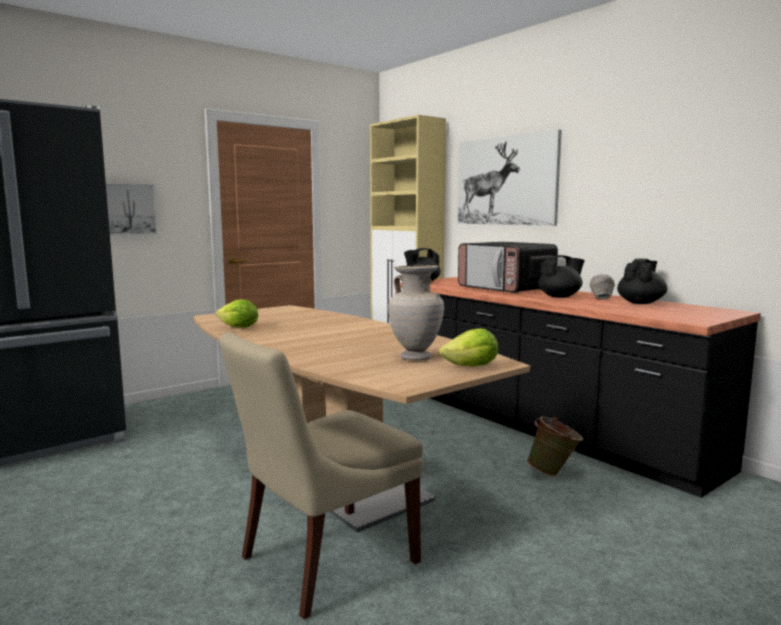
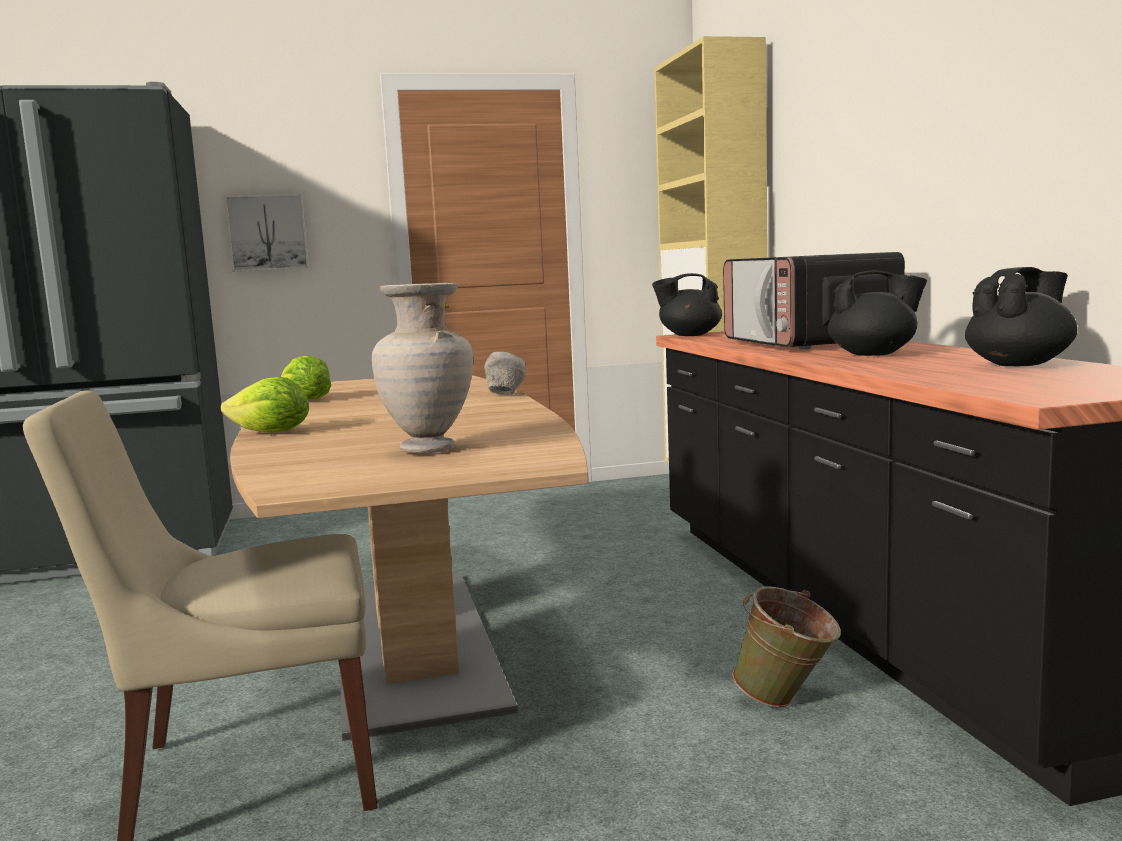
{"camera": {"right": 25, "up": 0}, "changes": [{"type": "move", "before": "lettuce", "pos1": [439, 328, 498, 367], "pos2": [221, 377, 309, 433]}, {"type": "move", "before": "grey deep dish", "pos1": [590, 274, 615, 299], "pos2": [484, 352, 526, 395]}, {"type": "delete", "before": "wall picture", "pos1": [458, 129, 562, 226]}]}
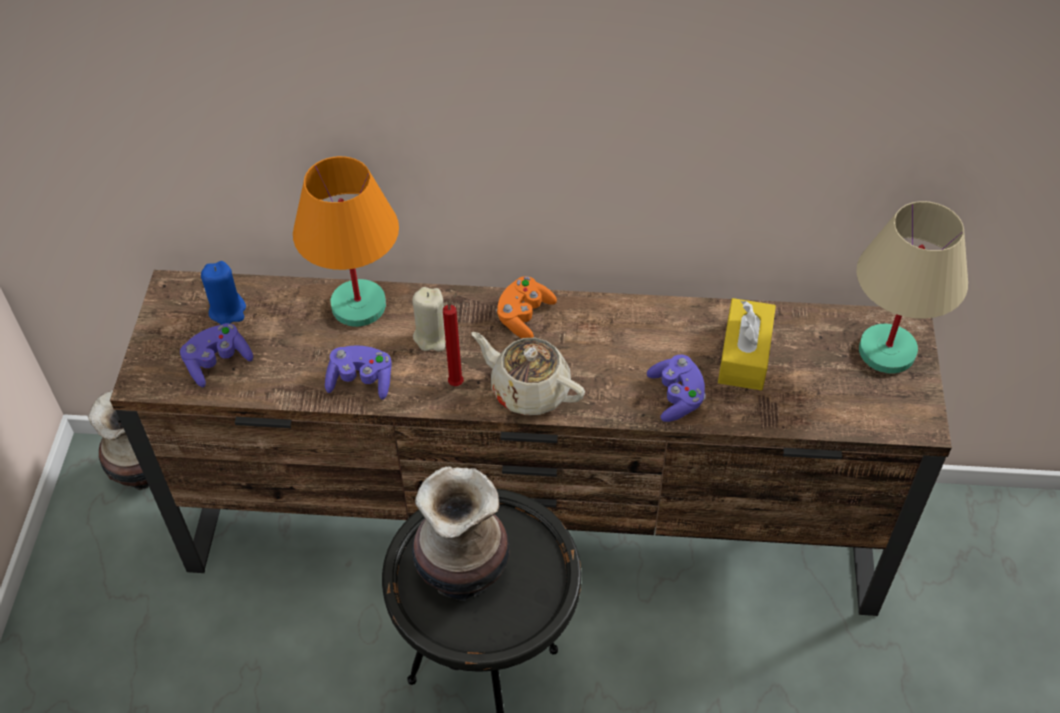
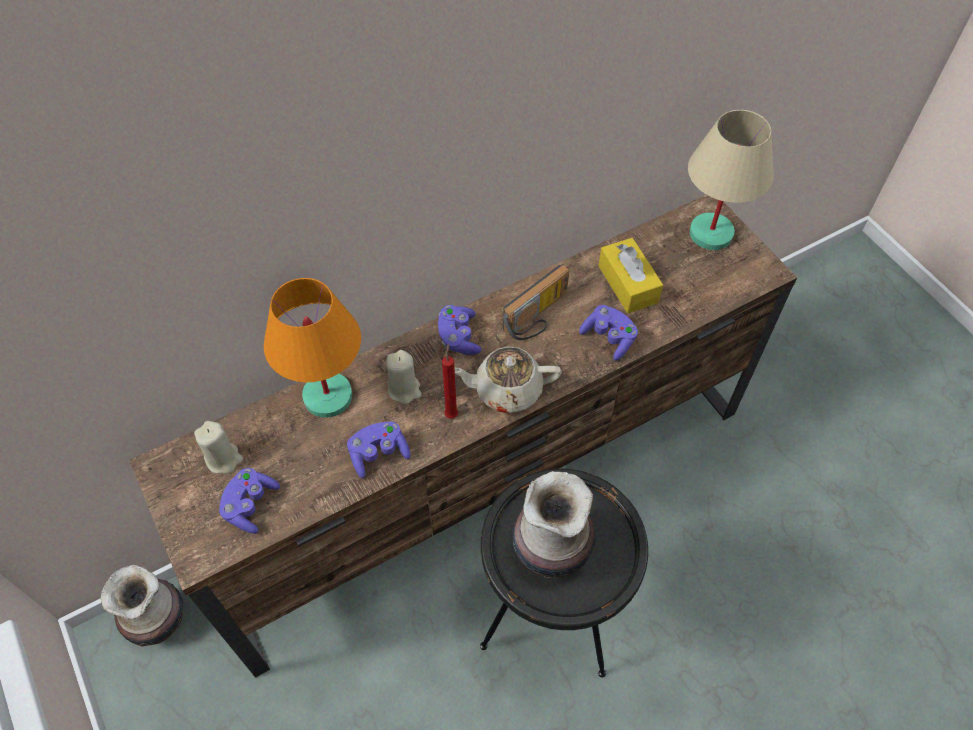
{"camera": {"right": -35, "up": 5}, "changes": [{"type": "recolor", "before": "bluish wax candle", "after": "beige wax candle", "pos1": [201, 261, 246, 325], "pos2": [194, 421, 243, 474]}, {"type": "recolor", "before": "orangey game controller", "after": "purple game controller", "pos1": [496, 276, 557, 338], "pos2": [438, 305, 481, 355]}, {"type": "insert", "after": "radio set", "pos2": [503, 264, 569, 340]}]}
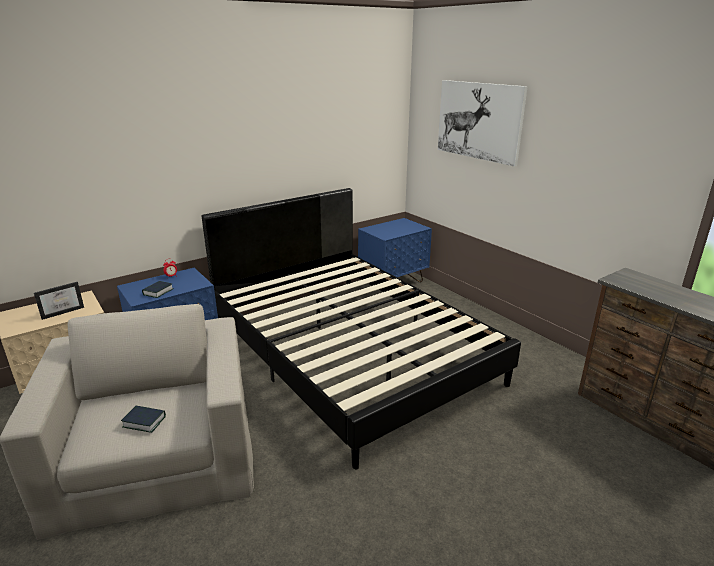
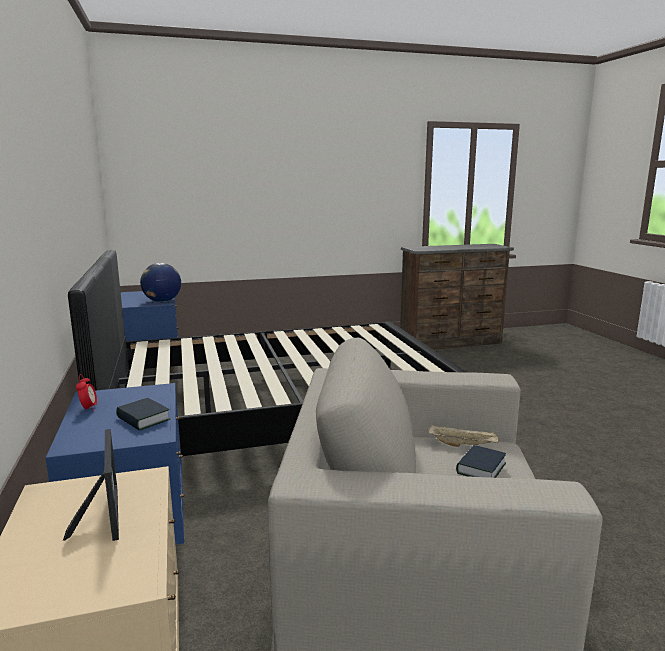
{"camera": {"right": -70, "up": -10}, "changes": [{"type": "insert", "after": "world globe", "pos2": [140, 263, 181, 302]}, {"type": "insert", "after": "beige carrying tray", "pos2": [428, 425, 499, 447]}, {"type": "delete", "before": "wall picture", "pos1": [438, 80, 528, 167]}]}
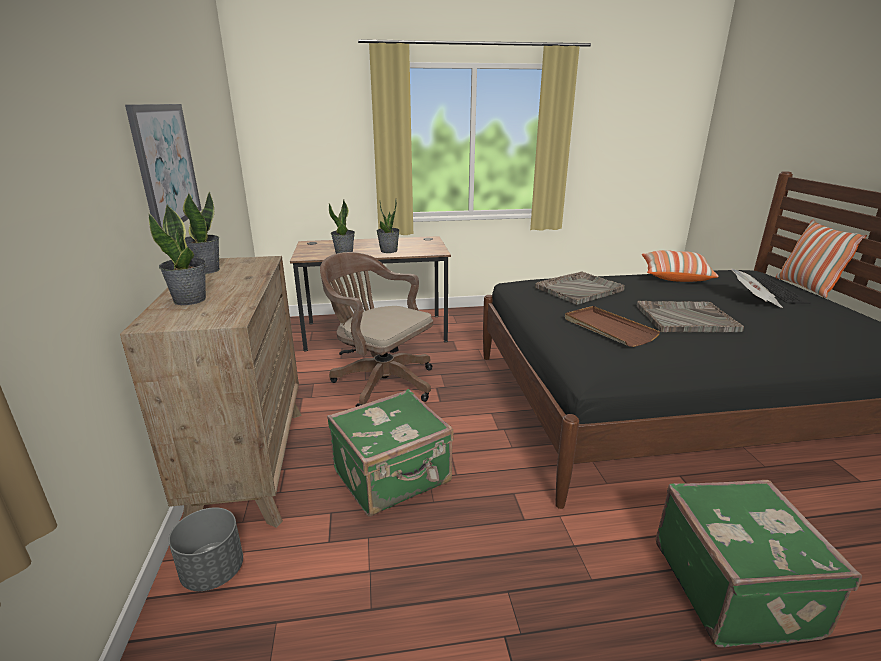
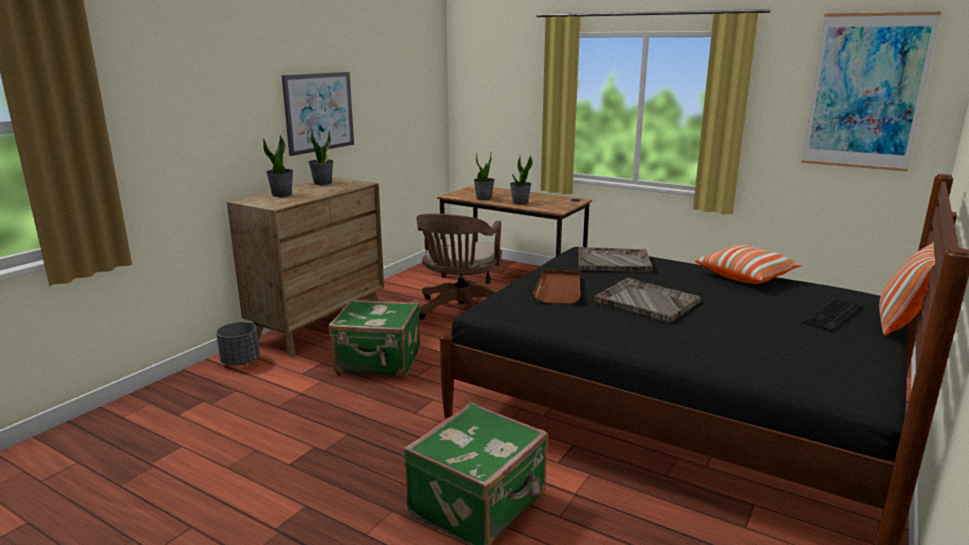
{"camera": {"right": 40, "up": -5}, "changes": [{"type": "rotate", "before": "brown-coloured desk chair", "pos1": [320, 252, 433, 407], "pos2": [416, 213, 502, 320], "turn": -150}, {"type": "insert", "after": "wall picture", "pos2": [801, 12, 941, 172]}, {"type": "delete", "before": "daily paper", "pos1": [730, 268, 783, 308]}]}
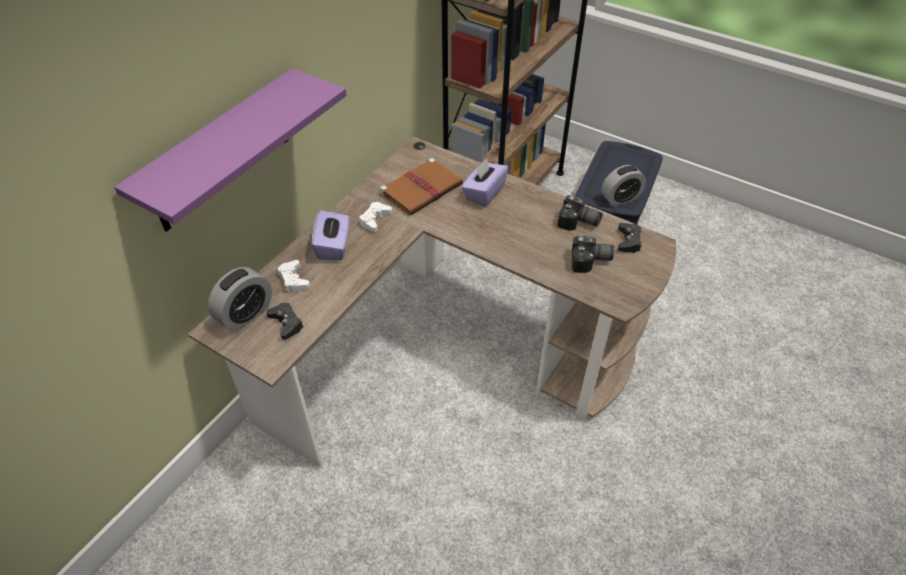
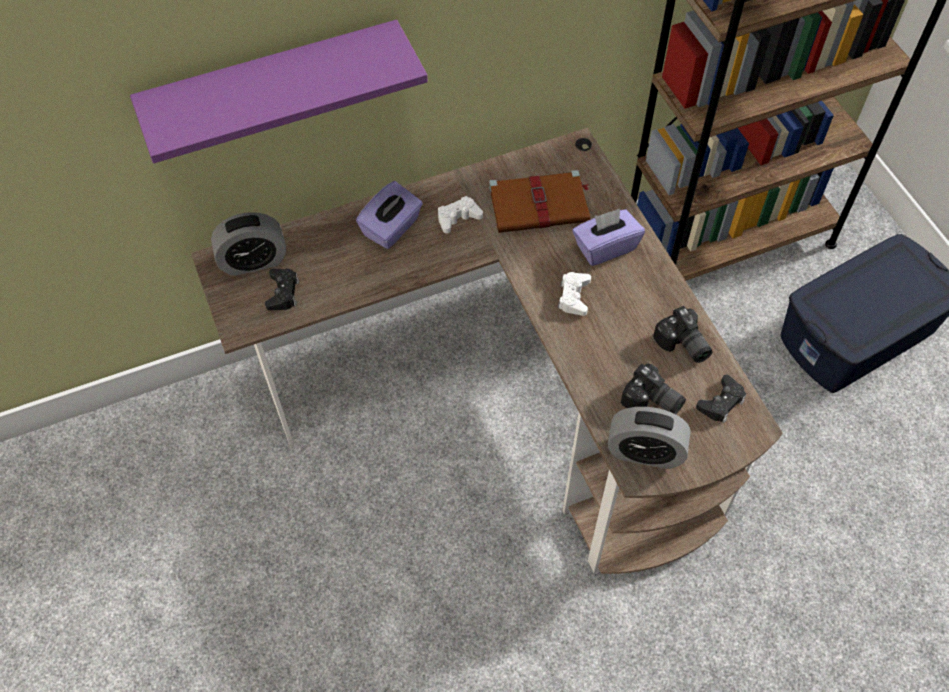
{"camera": {"right": 35, "up": 10}, "changes": [{"type": "move", "before": "whitish game controller", "pos1": [278, 260, 310, 293], "pos2": [558, 272, 591, 316]}, {"type": "move", "before": "bedside clock", "pos1": [601, 165, 646, 206], "pos2": [608, 407, 691, 469]}]}
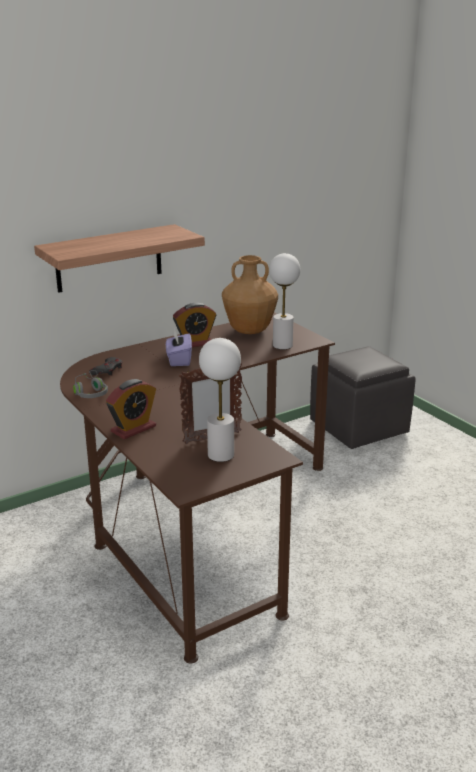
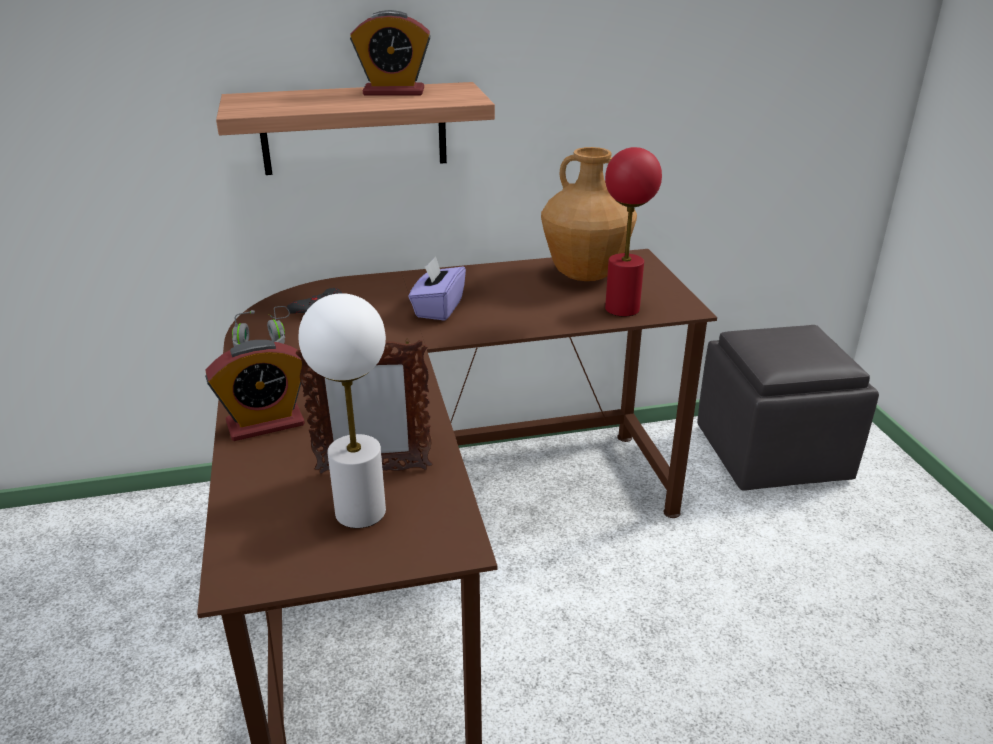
{"camera": {"right": 20, "up": 5}, "changes": [{"type": "move", "before": "bedside clock", "pos1": [173, 303, 216, 347], "pos2": [350, 10, 431, 96]}, {"type": "recolor", "before": "whitish table lamp", "after": "red-coloured table lamp", "pos1": [269, 253, 300, 349], "pos2": [605, 147, 662, 317]}]}
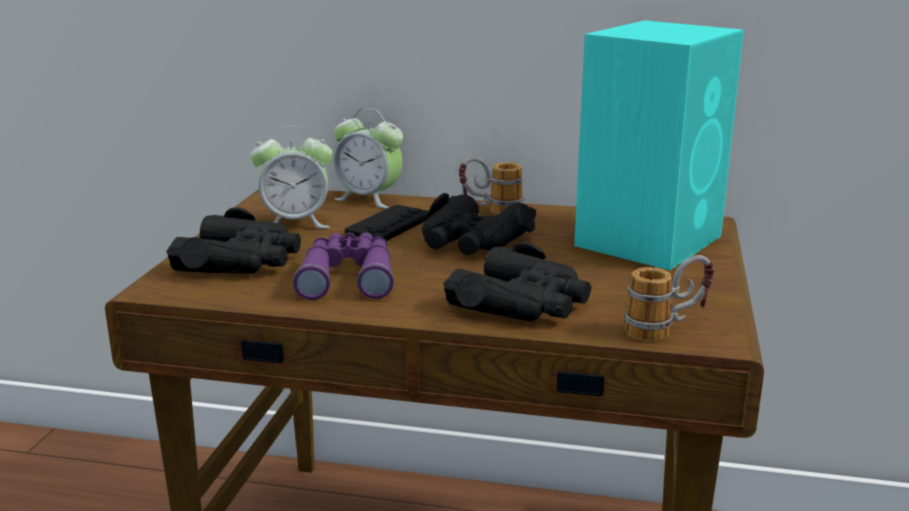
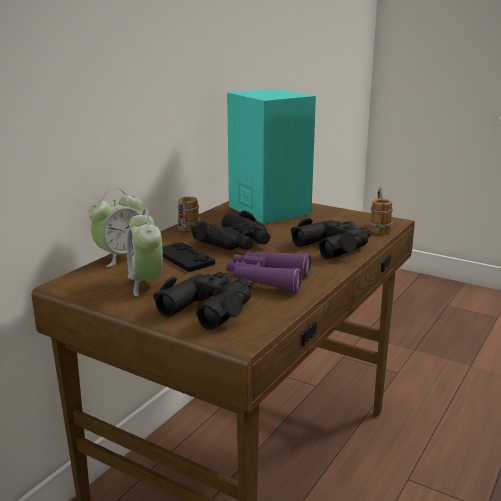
{"camera": {"right": -70, "up": 0}, "changes": [{"type": "rotate", "before": "bedside clock", "pos1": [250, 126, 333, 228], "pos2": [127, 209, 163, 296], "turn": 150}]}
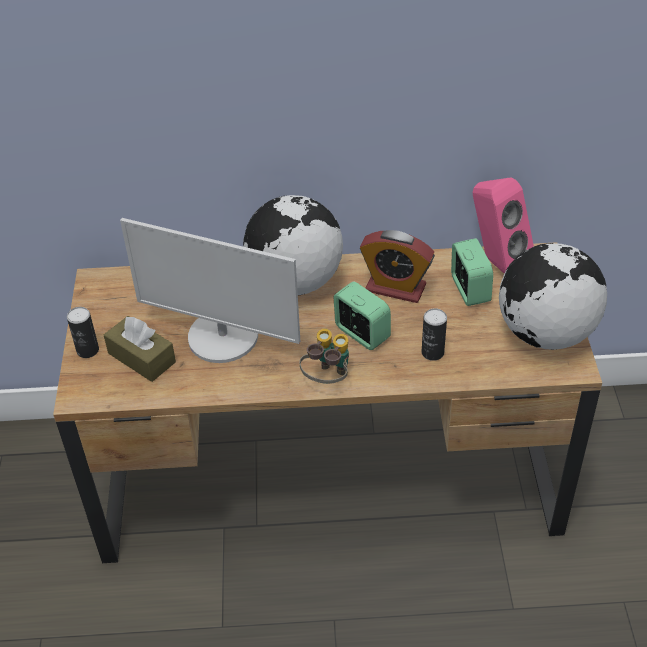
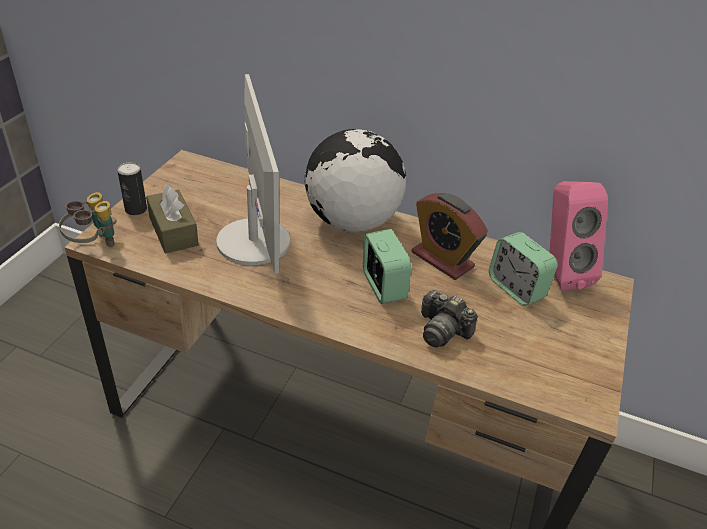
{"camera": {"right": 20, "up": -5}, "changes": [{"type": "move", "before": "field glasses", "pos1": [300, 328, 349, 384], "pos2": [59, 192, 117, 247]}, {"type": "rotate", "before": "monitor", "pos1": [120, 218, 300, 363], "pos2": [216, 74, 290, 274], "turn": -150}, {"type": "replace", "before": "metal can", "after": "photo camera", "pos1": [422, 308, 447, 361], "pos2": [421, 290, 478, 347]}, {"type": "rotate", "before": "bedside clock", "pos1": [451, 238, 493, 306], "pos2": [489, 232, 558, 306], "turn": 135}, {"type": "delete", "before": "world globe", "pos1": [499, 243, 607, 350]}]}
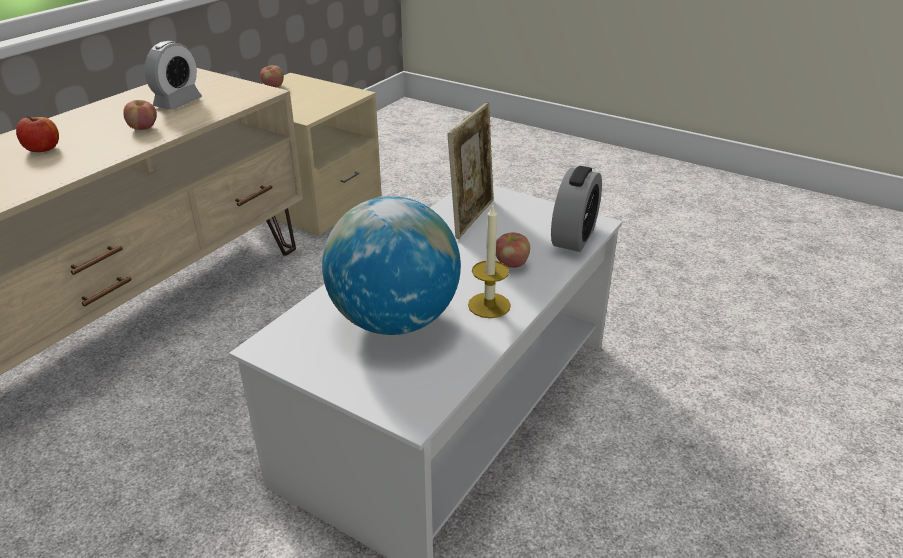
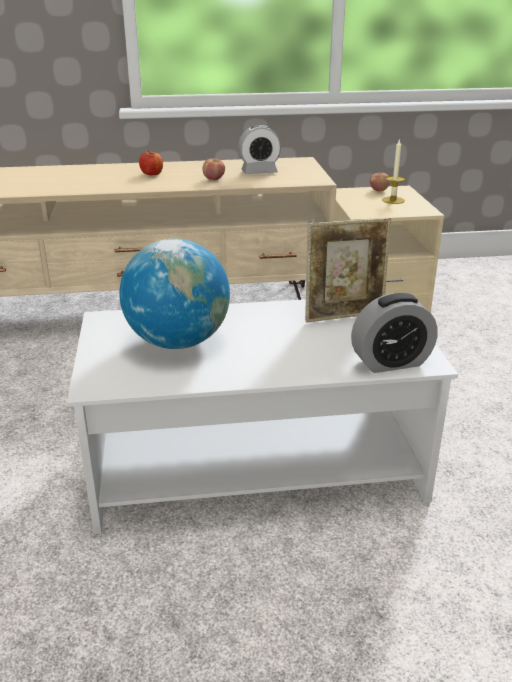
{"camera": {"right": 50, "up": -5}, "changes": [{"type": "move", "before": "wax candle", "pos1": [468, 203, 511, 318], "pos2": [382, 138, 405, 204]}, {"type": "delete", "before": "whole apple", "pos1": [496, 233, 530, 268]}]}
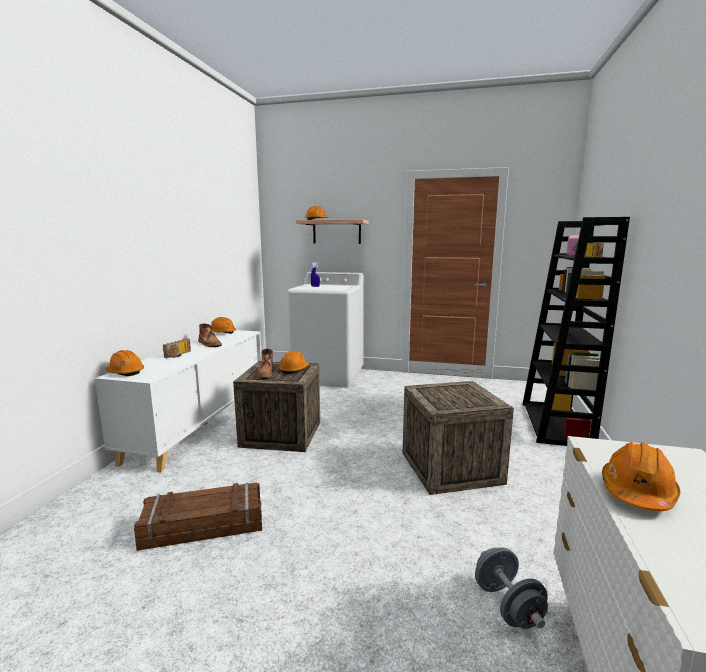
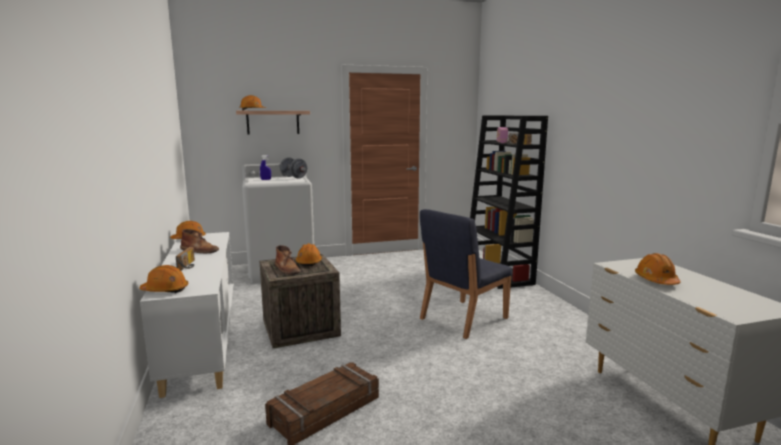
{"camera": {"right": -30, "up": 0}, "changes": [{"type": "move", "before": "grey free weight", "pos1": [475, 547, 548, 629], "pos2": [280, 157, 307, 179]}, {"type": "replace", "before": "shipping crate", "after": "bluish chair", "pos1": [403, 381, 514, 495], "pos2": [420, 209, 512, 339]}]}
